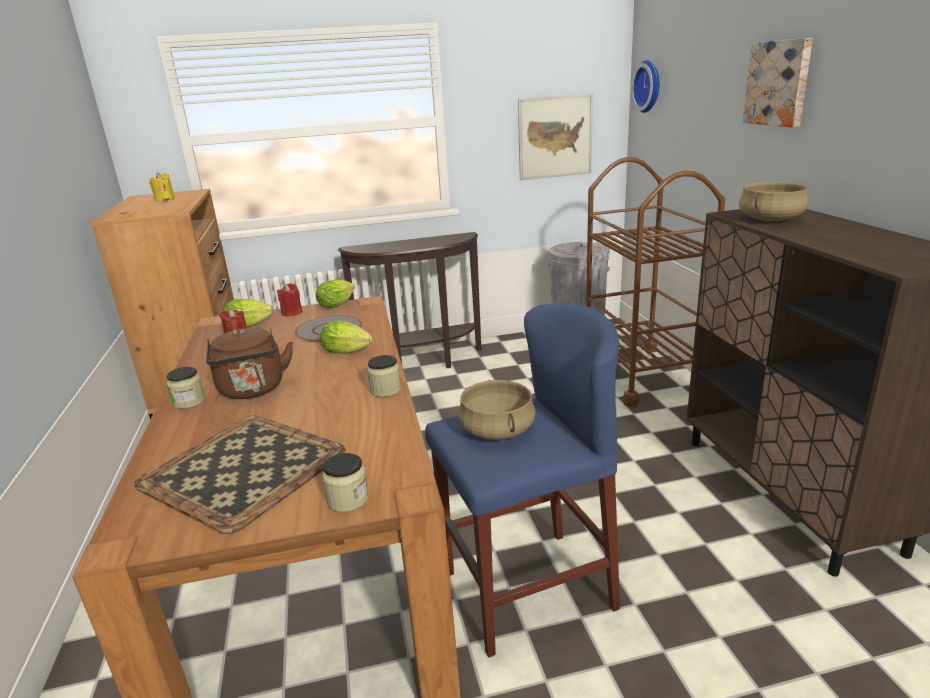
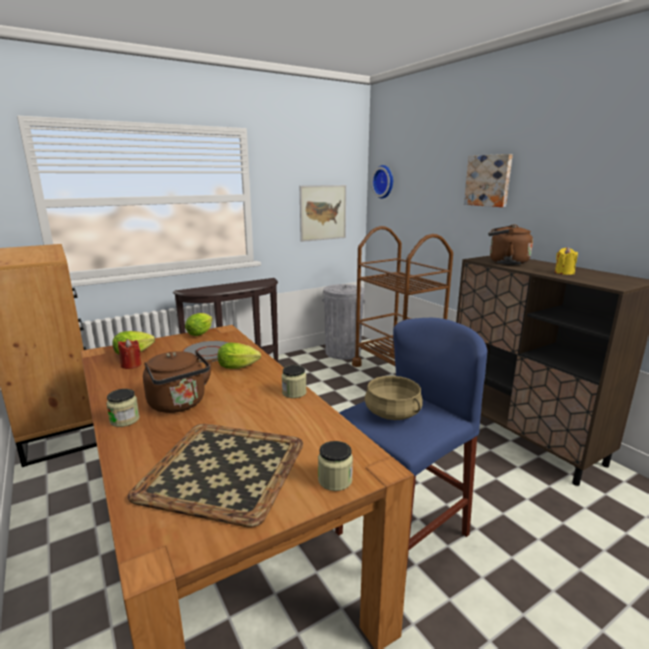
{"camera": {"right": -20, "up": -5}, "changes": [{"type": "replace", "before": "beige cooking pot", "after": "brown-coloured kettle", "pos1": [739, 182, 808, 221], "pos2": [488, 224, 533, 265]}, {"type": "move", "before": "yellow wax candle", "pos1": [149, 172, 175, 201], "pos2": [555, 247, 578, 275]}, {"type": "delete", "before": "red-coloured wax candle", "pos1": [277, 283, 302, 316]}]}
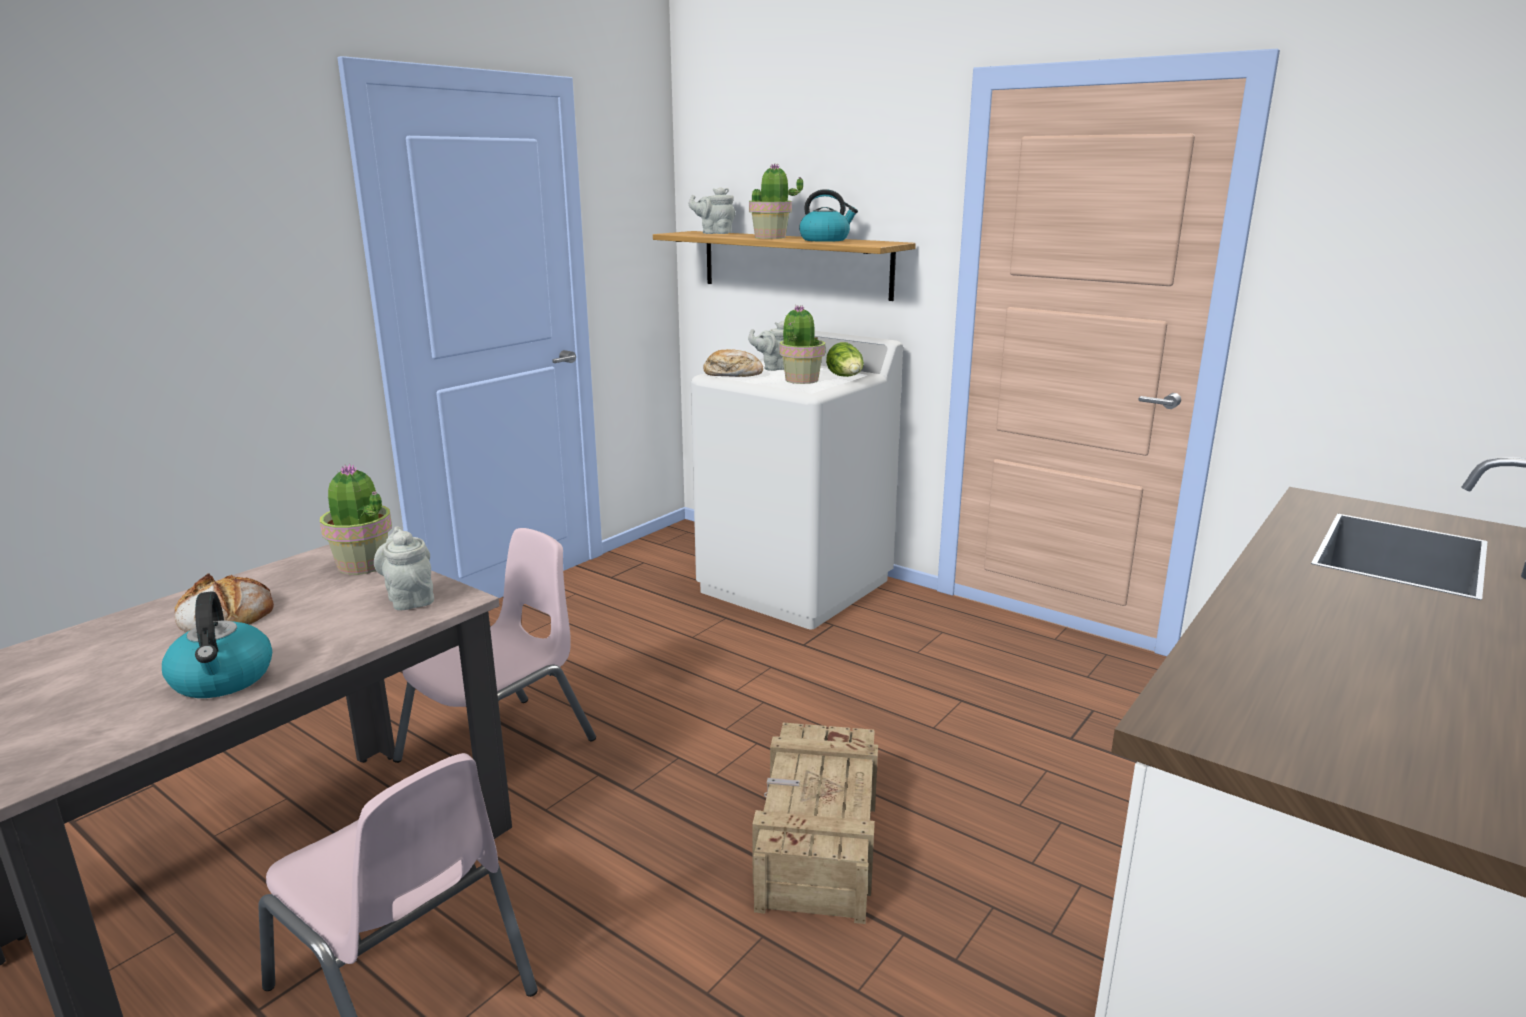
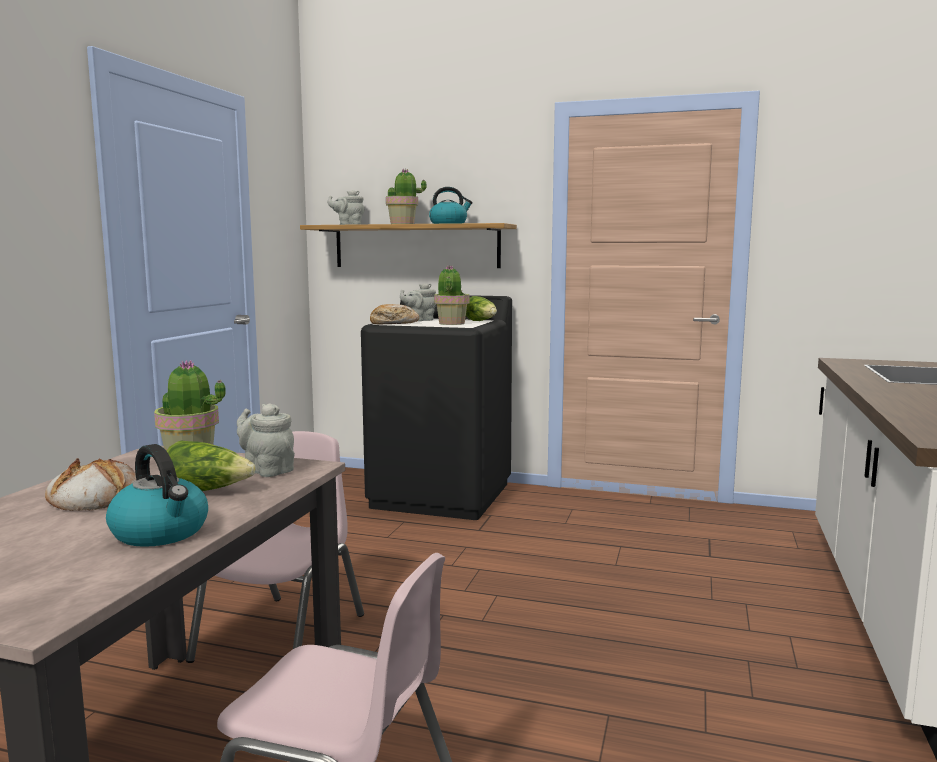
{"camera": {"right": -20, "up": -10}, "changes": [{"type": "insert", "after": "lettuce", "pos2": [167, 441, 256, 491]}, {"type": "recolor", "before": "whitish laundry appliance", "after": "black laundry appliance", "pos1": [691, 331, 903, 630], "pos2": [361, 295, 512, 520]}, {"type": "delete", "before": "shipping crate", "pos1": [752, 723, 878, 924]}]}
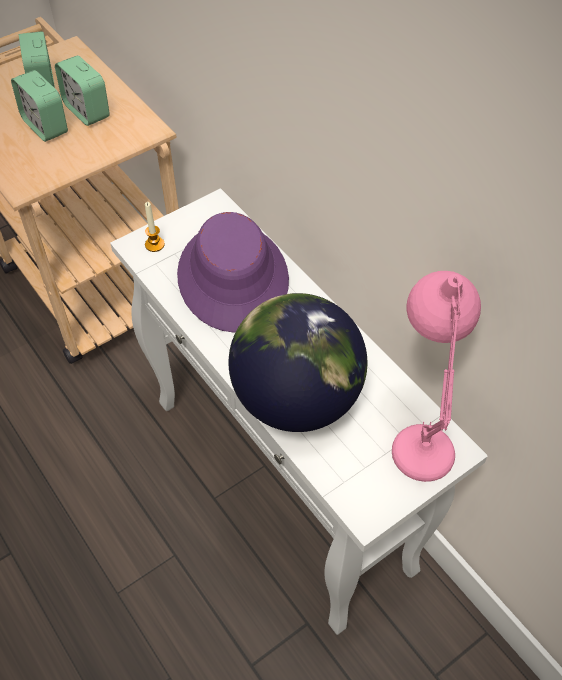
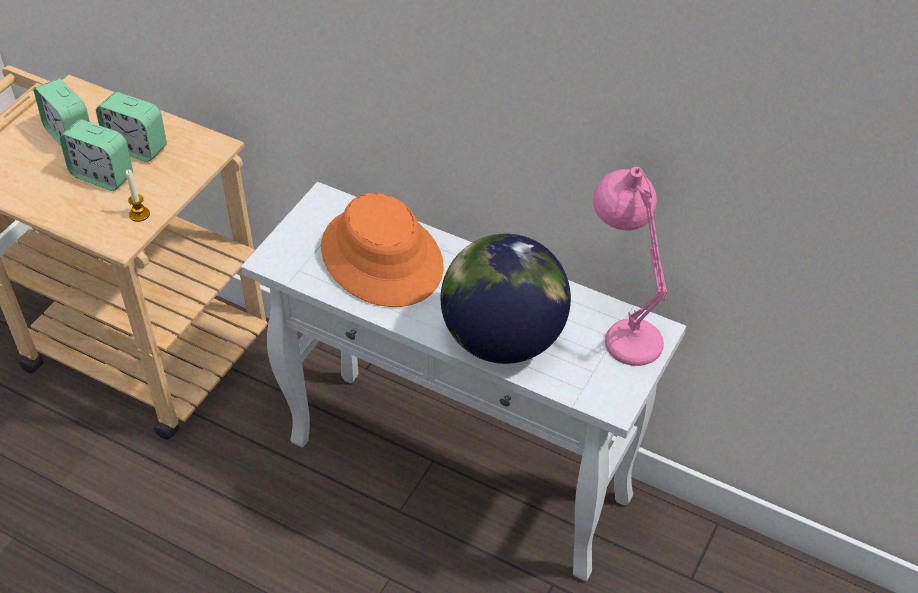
{"camera": {"right": -25, "up": -5}, "changes": [{"type": "move", "before": "wax candle", "pos1": [145, 202, 165, 252], "pos2": [126, 170, 150, 222]}, {"type": "recolor", "before": "purple clothing hat", "after": "orangey clothing hat", "pos1": [177, 212, 289, 332], "pos2": [321, 193, 444, 307]}]}
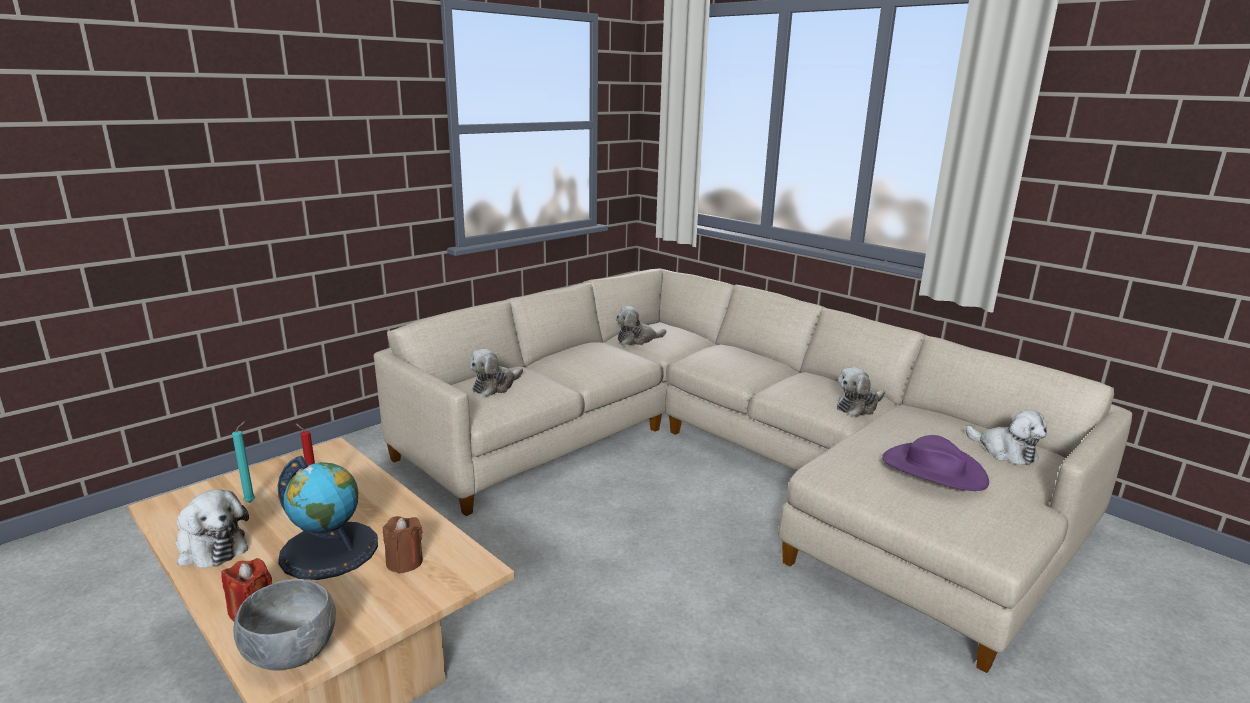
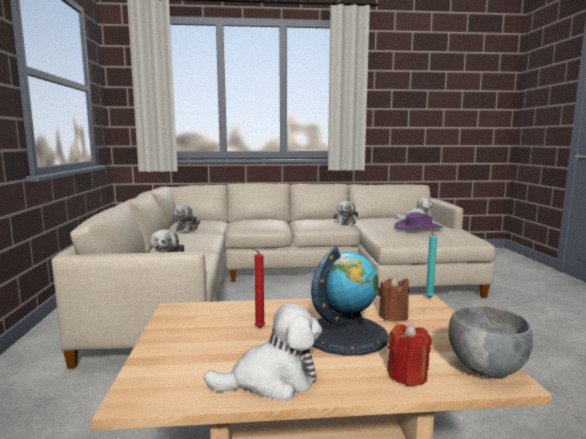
{"camera": {"right": -50, "up": -10}, "changes": [{"type": "move", "before": "turquoise wax candle", "pos1": [232, 421, 255, 503], "pos2": [425, 228, 437, 298]}]}
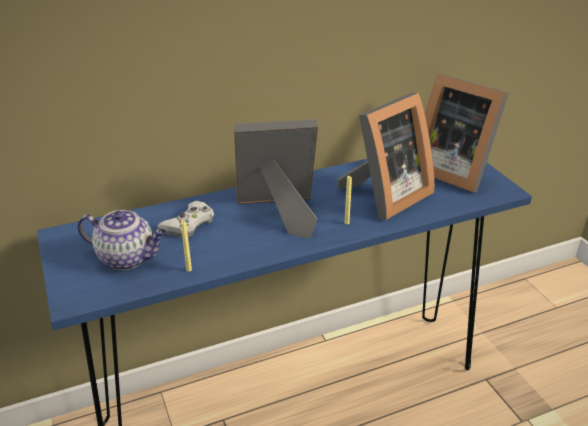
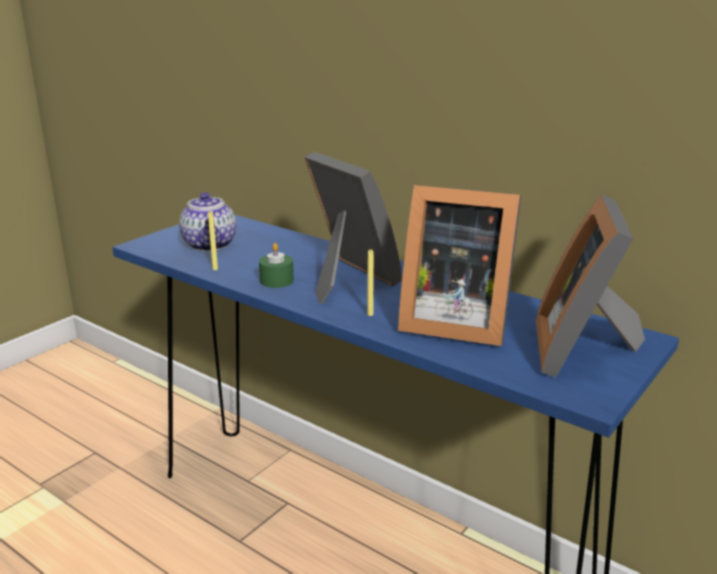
{"camera": {"right": 60, "up": -10}, "changes": [{"type": "insert", "after": "green wax candle", "pos2": [259, 243, 294, 288]}, {"type": "delete", "before": "whitish game controller", "pos1": [157, 201, 214, 237]}]}
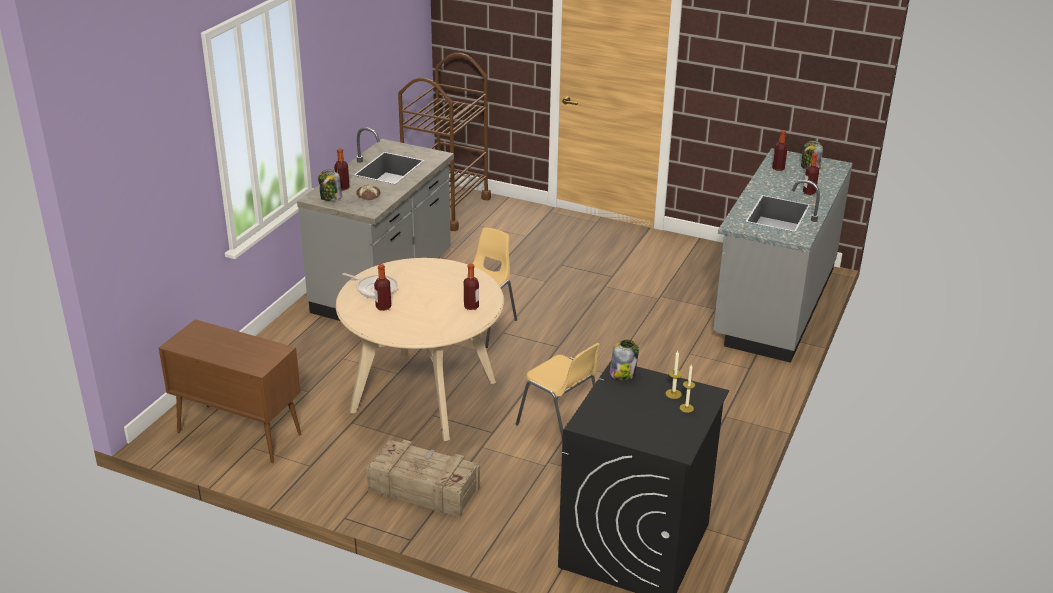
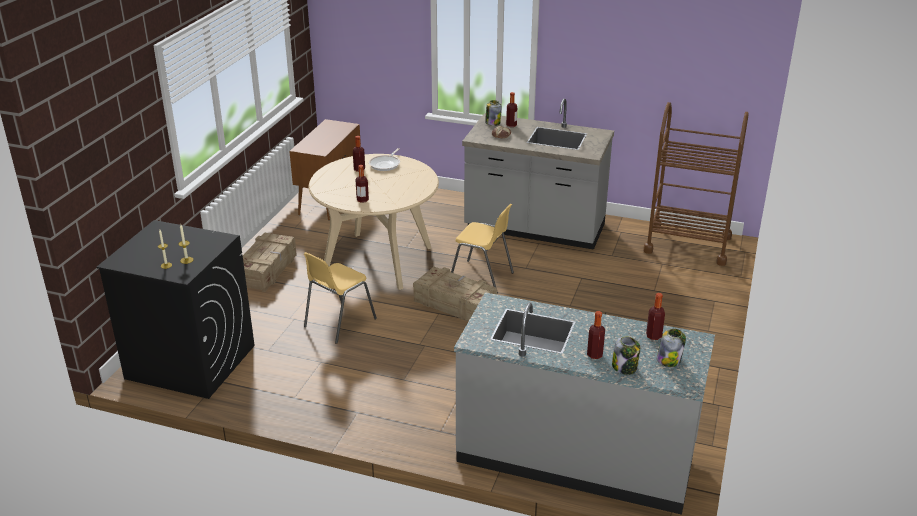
{"camera": {"right": 85, "up": 0}, "changes": [{"type": "insert", "after": "shipping crate", "pos2": [413, 267, 497, 321]}, {"type": "move", "before": "storage jar", "pos1": [609, 340, 639, 380], "pos2": [612, 336, 640, 375]}]}
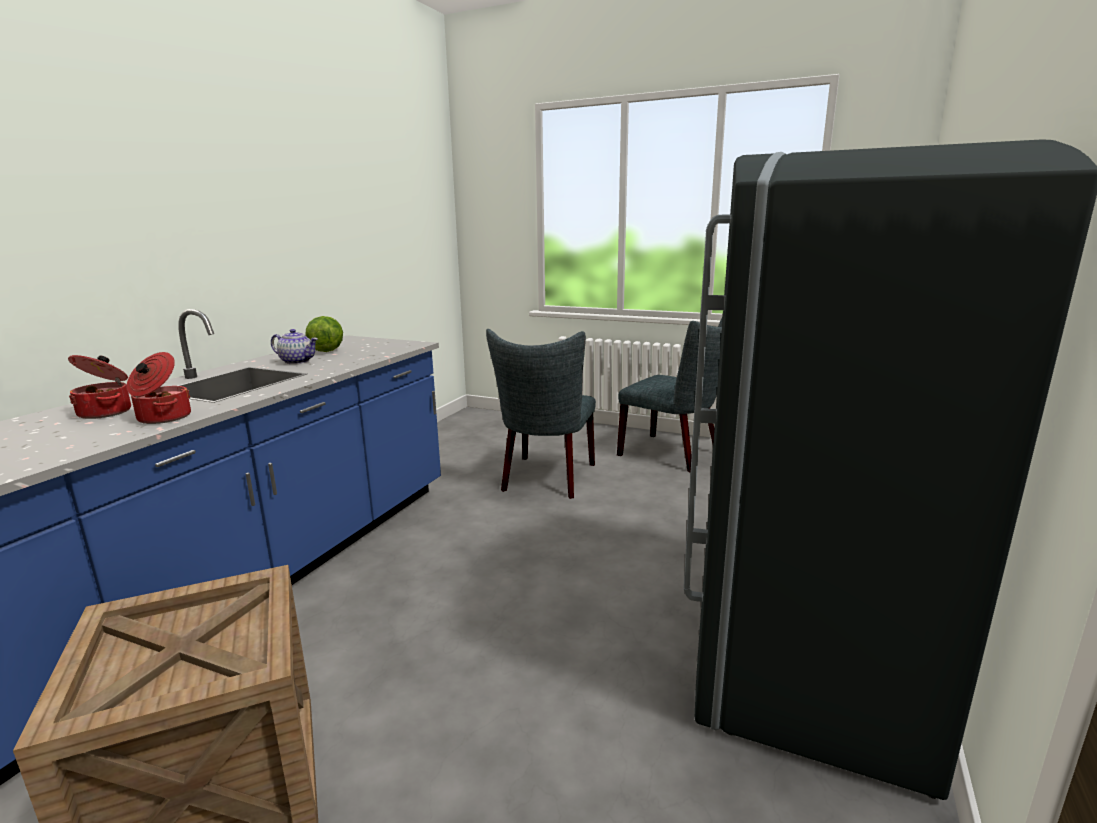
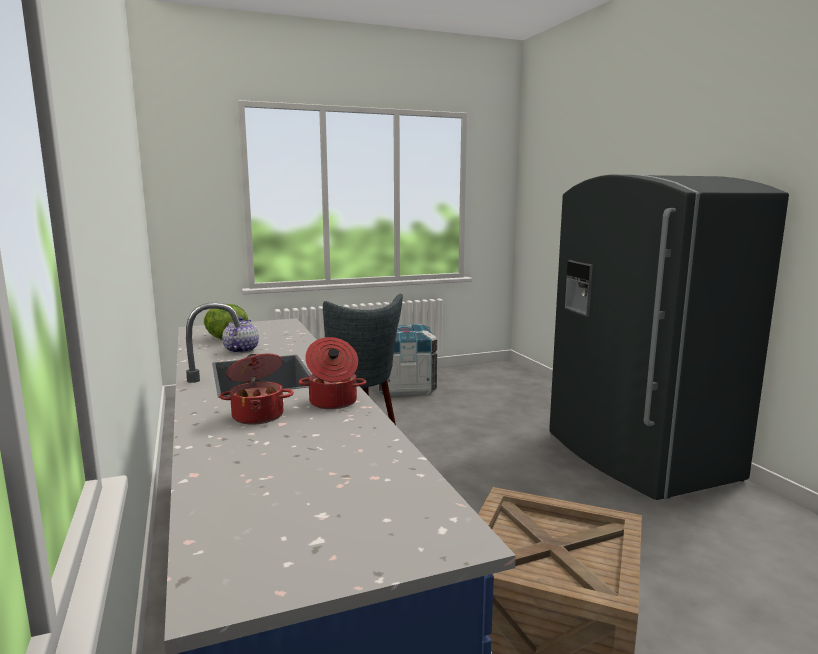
{"camera": {"right": -45, "up": -5}, "changes": [{"type": "rotate", "before": "pot for tea", "pos1": [271, 329, 318, 364], "pos2": [222, 317, 259, 353], "turn": -60}, {"type": "replace", "before": "grey chair", "after": "shipping crate", "pos1": [617, 316, 723, 473], "pos2": [378, 324, 437, 396]}]}
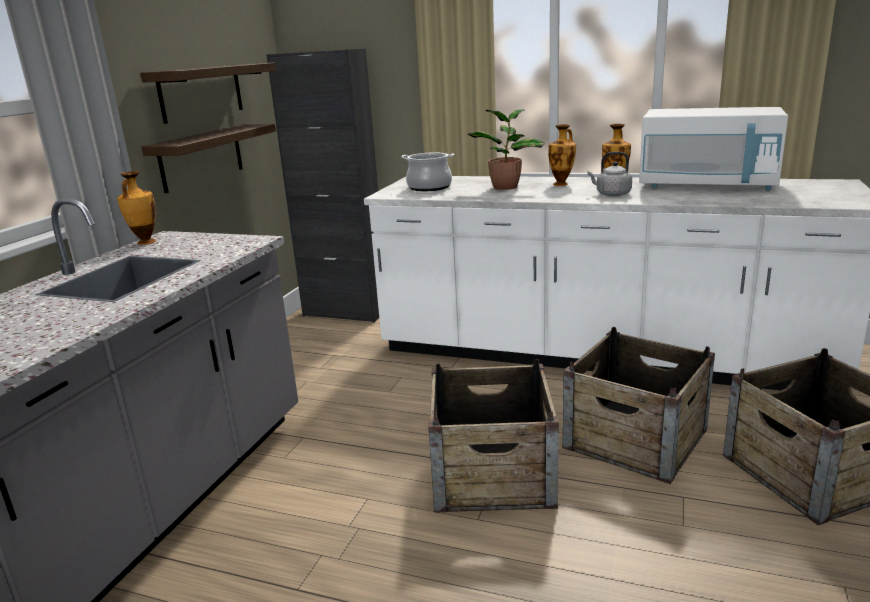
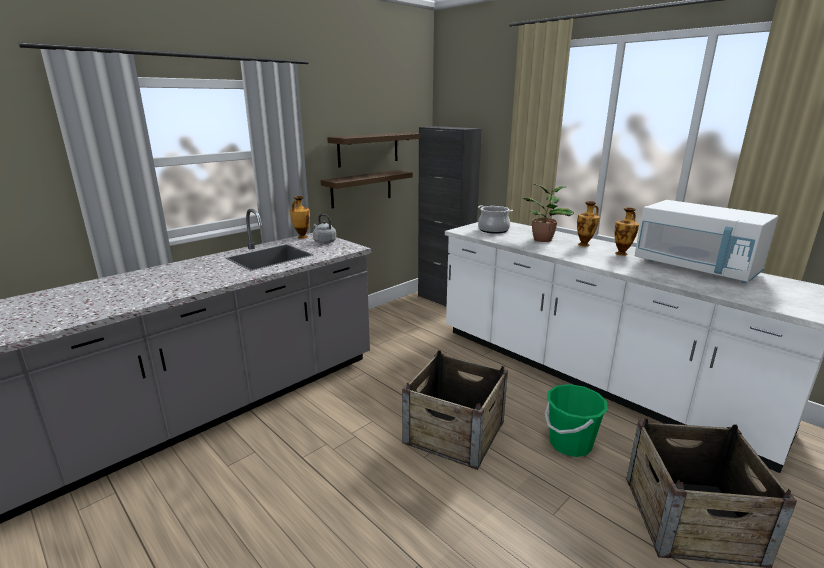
{"camera": {"right": 25, "up": 0}, "changes": [{"type": "move", "before": "grey kettle", "pos1": [587, 152, 632, 196], "pos2": [313, 214, 336, 244]}, {"type": "replace", "before": "shipping crate", "after": "green water bucket", "pos1": [563, 327, 715, 484], "pos2": [545, 384, 608, 457]}]}
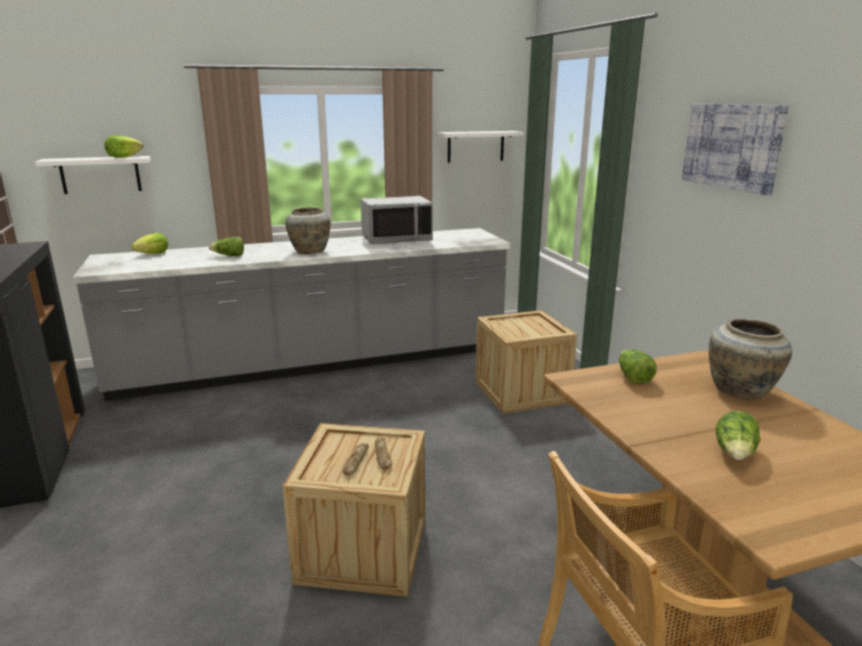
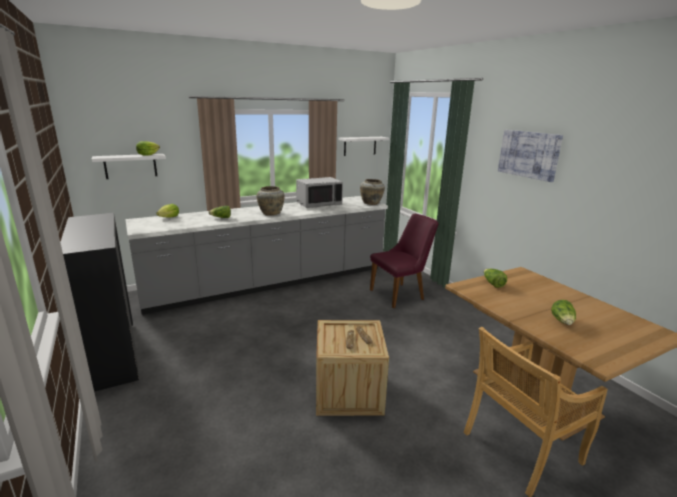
{"camera": {"right": -10, "up": 0}, "changes": [{"type": "move", "before": "beige vase", "pos1": [709, 319, 792, 400], "pos2": [360, 179, 385, 205]}, {"type": "replace", "before": "shipping crate", "after": "purple chair", "pos1": [475, 310, 577, 414], "pos2": [370, 214, 438, 308]}]}
